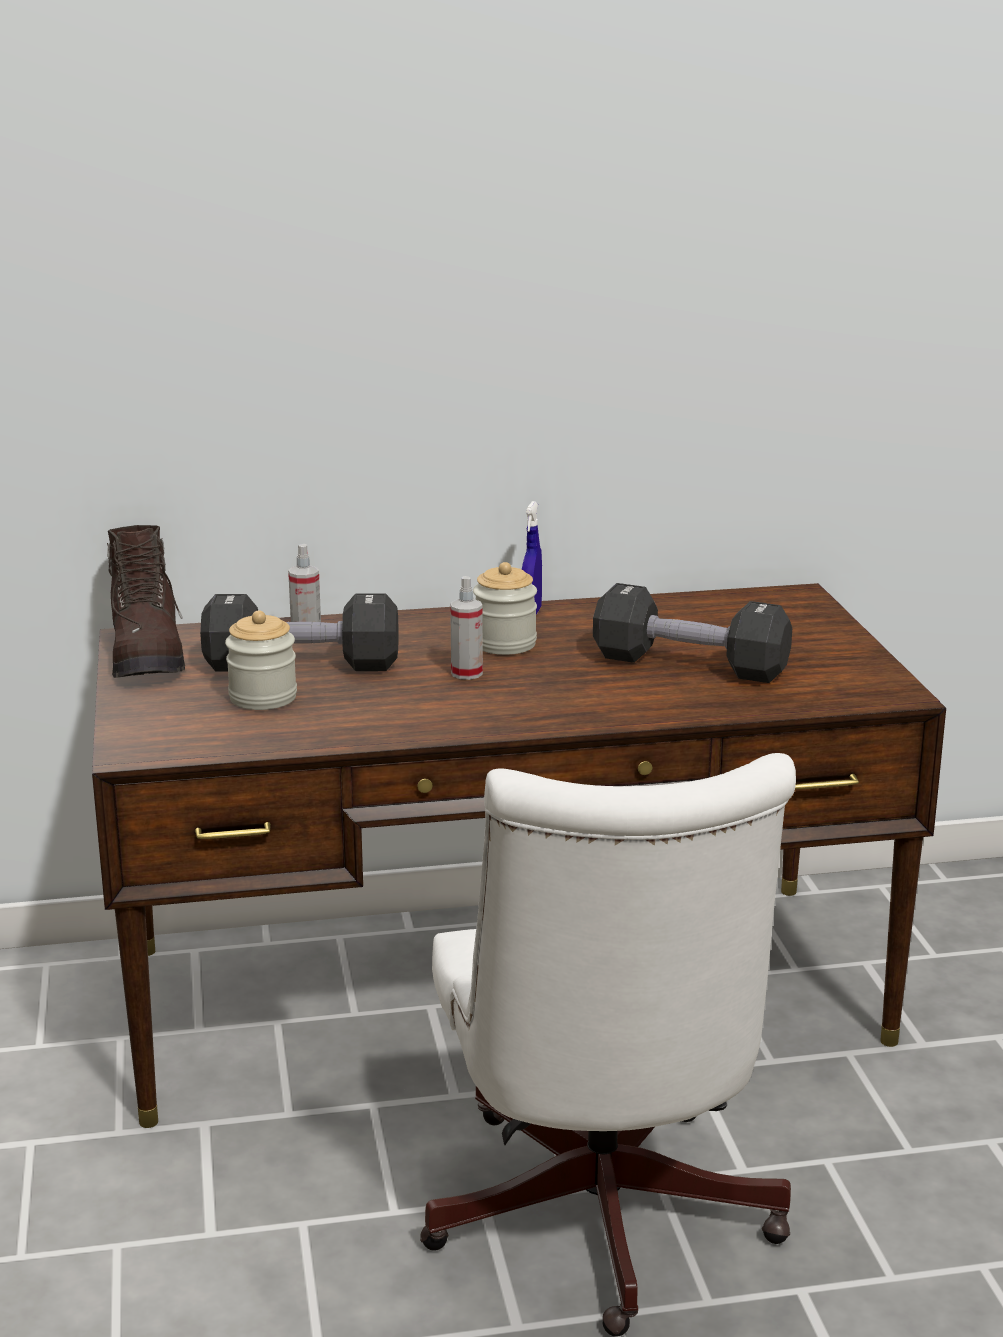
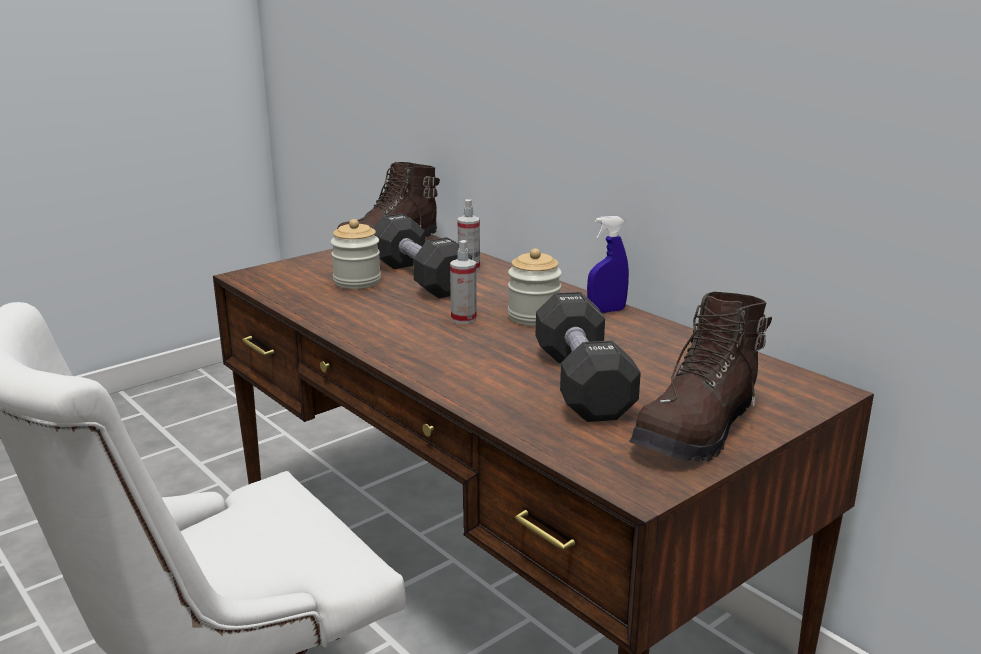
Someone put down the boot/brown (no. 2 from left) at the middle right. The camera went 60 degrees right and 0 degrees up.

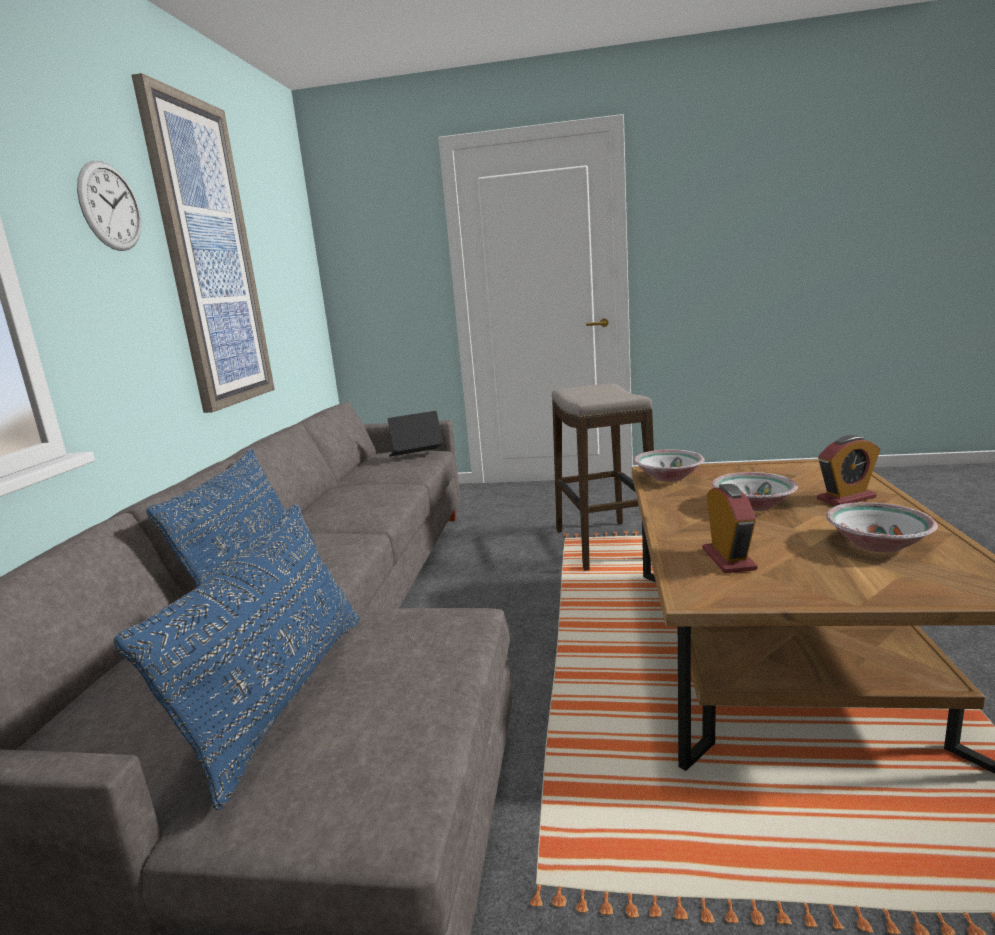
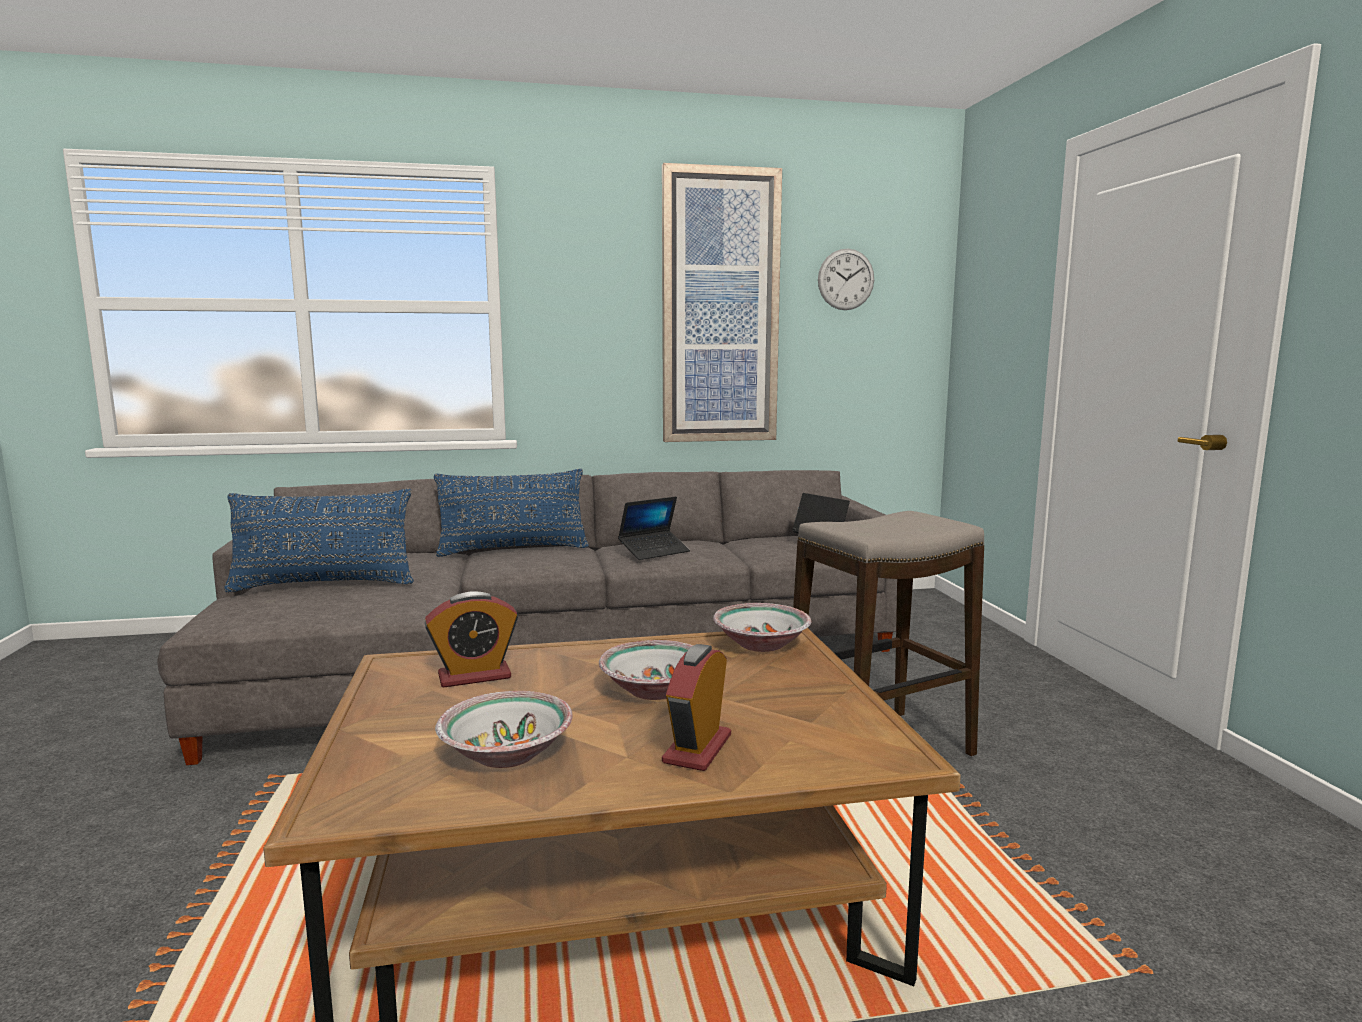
Someone carried the wall clock from the top left to the top centre. Someone rotated the alarm clock (no. 2 from left) at the middle right by 60 degrees clockwise. Someone put down the laptop (no. 1 from left) at the centre. The camera went 70 degrees right and 5 degrees down.

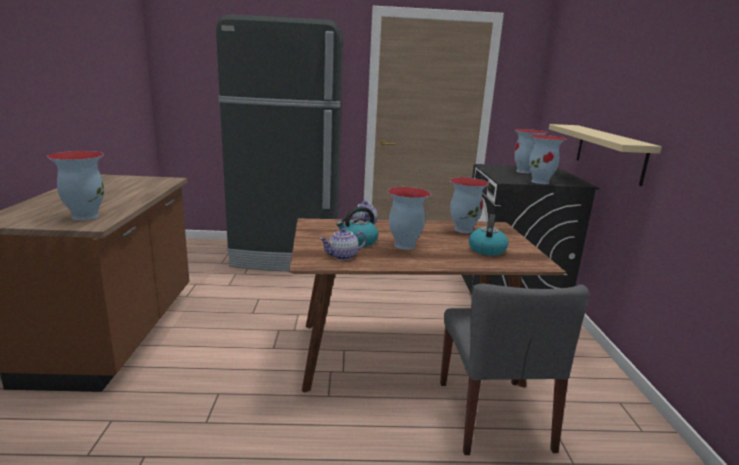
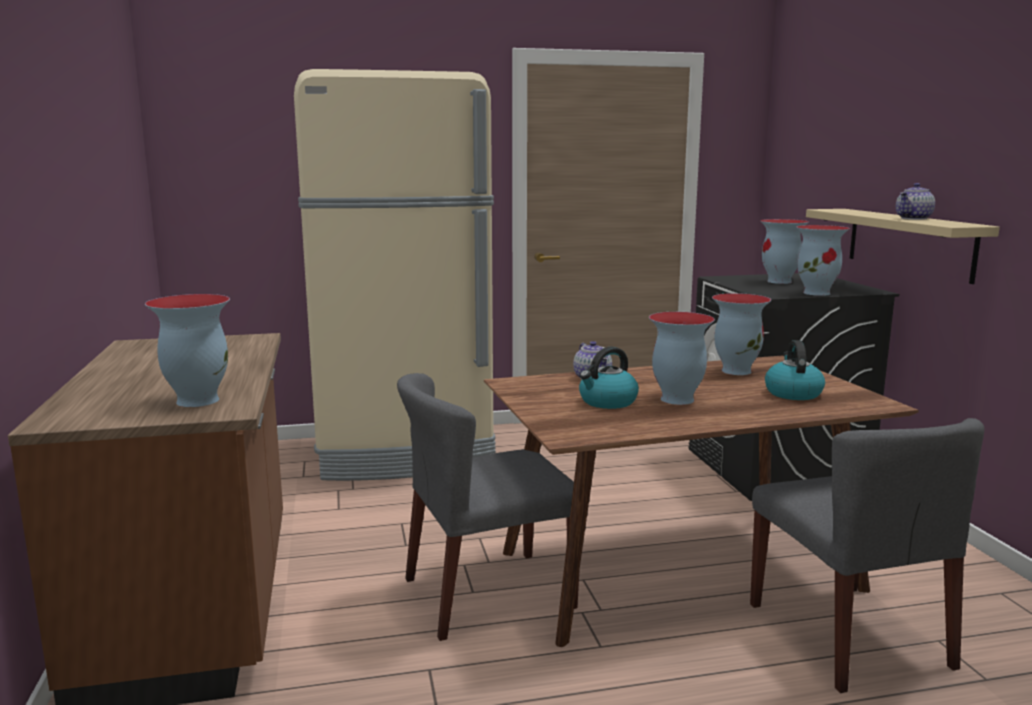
Someone repainted the fridge/black at the top centre, which became the fridge/beige at the centre. Someone carried the teapot (no. 1 from left in the first image) from the centre to the top right. Someone put down the chair/grey (no. 1 from left) at the bottom centre. The camera went 10 degrees left and 5 degrees down.

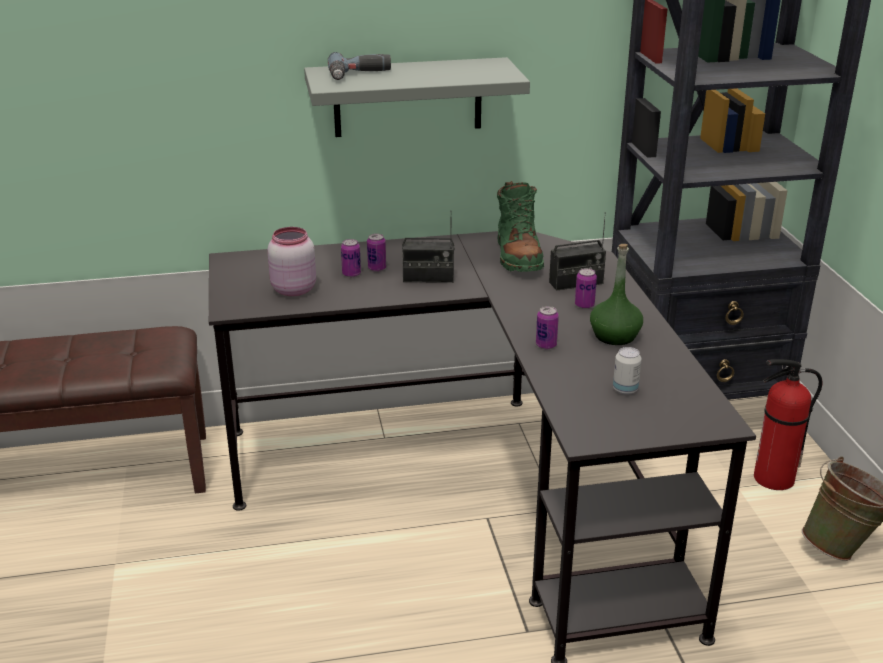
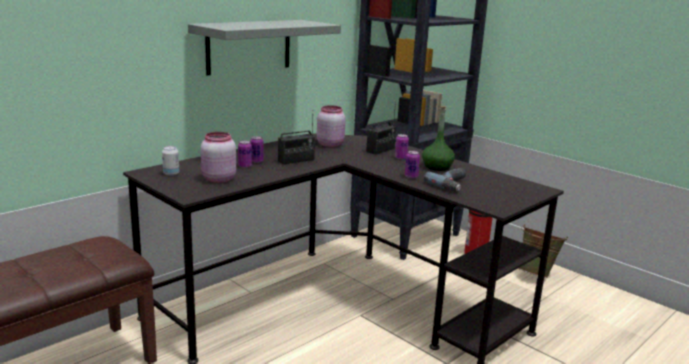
Someone carried the power drill from the top centre to the centre. Someone swapped the boot/green at the centre for the jar/pink (no. 2 from left) at the centre. Someone carried the can (no. 5 from left in the first image) from the middle right to the middle left. The camera went 35 degrees left and 10 degrees down.

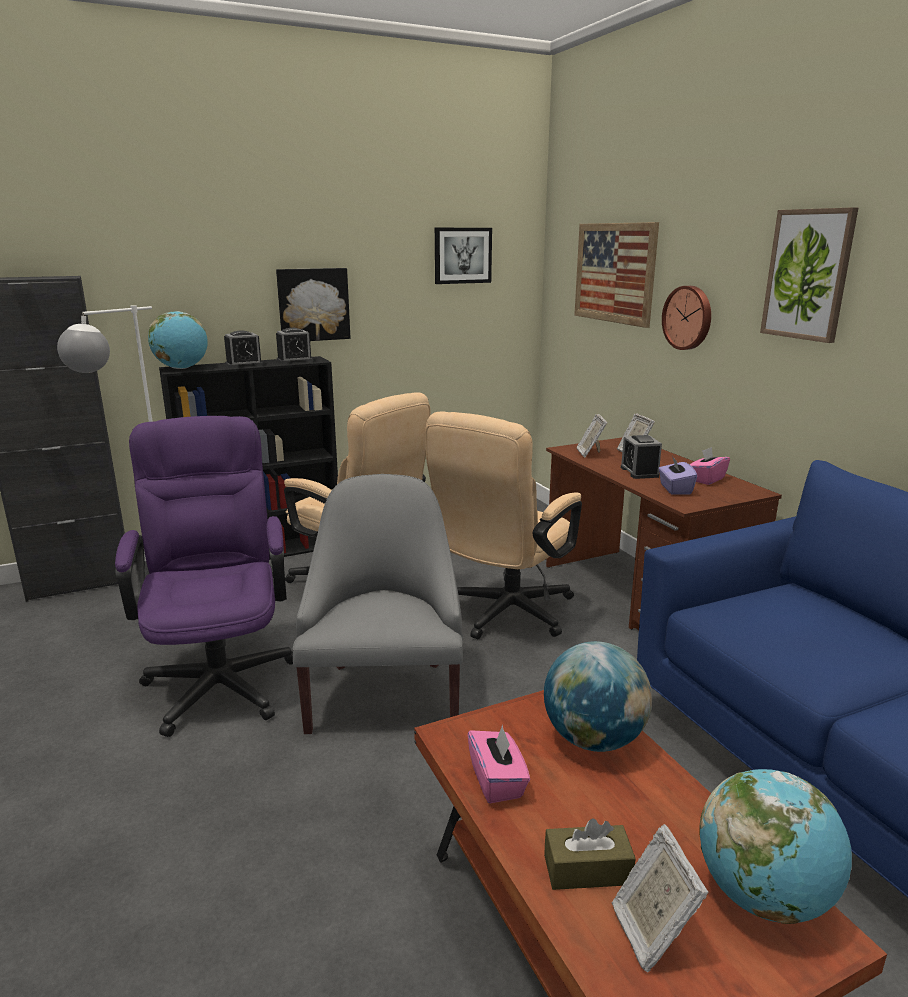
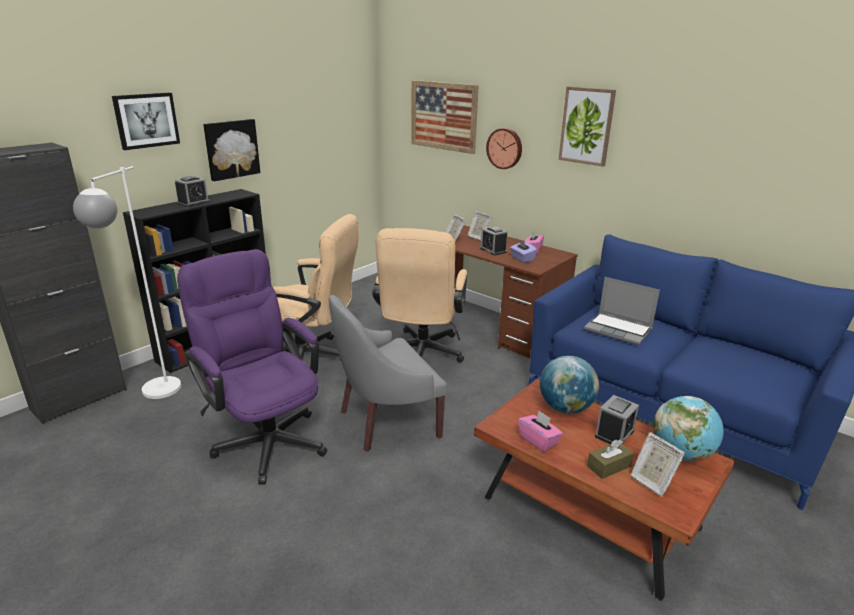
Someone took away the globe (no. 1 from left) at the middle left. Someone carried the alarm clock (no. 2 from left in the first image) from the middle left to the bottom right. Someone rotated the armchair/grey at the centre by 90 degrees counterclockwise. Someone carried the picture (no. 2 from left in the first image) from the top centre to the top left. Someone put down the laptop at the middle right. The camera went 25 degrees left and 5 degrees up.

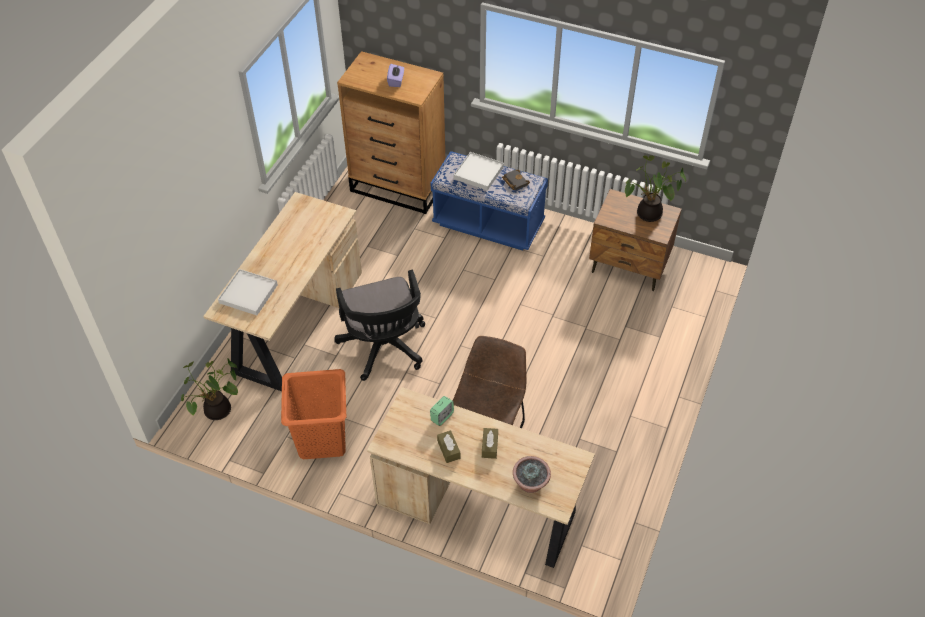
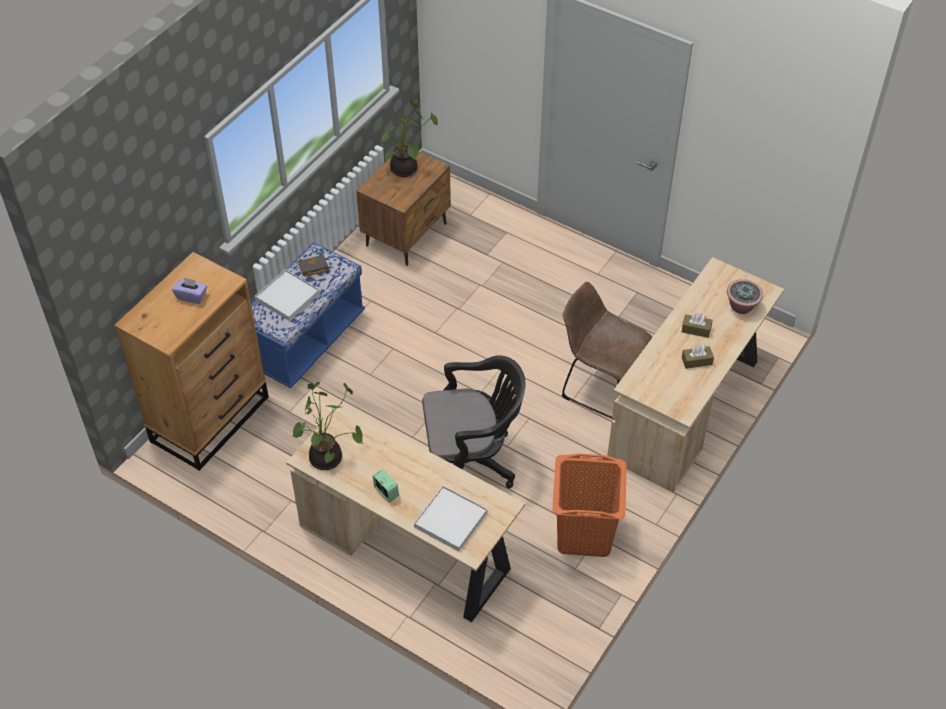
Someone carried the potted plant (no. 1 from left) from the middle left to the centre. Someone carried the alarm clock from the centre to the bottom centre. The camera went 80 degrees left and 0 degrees up.

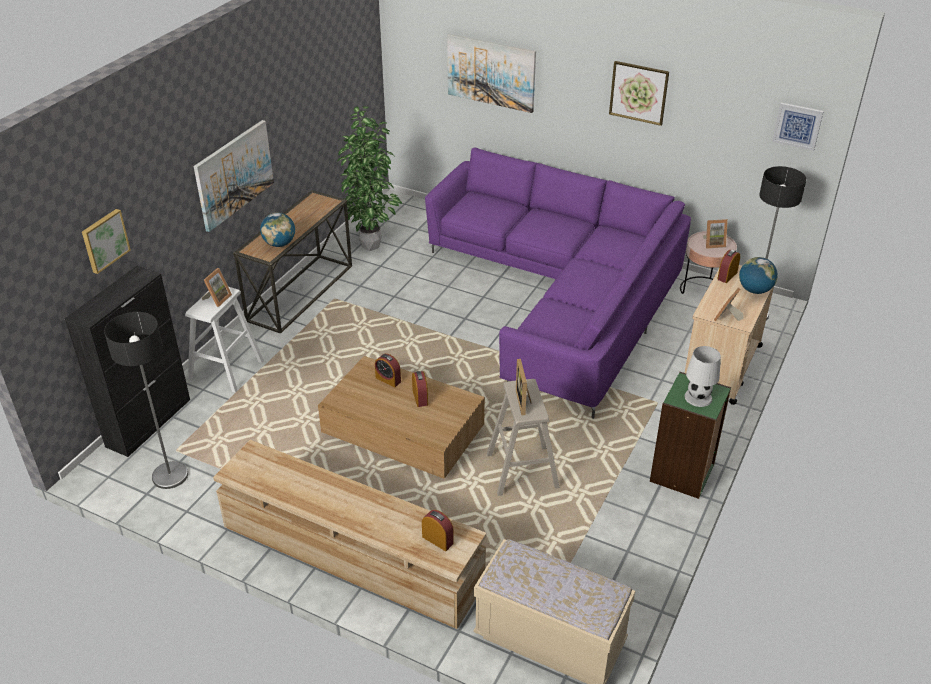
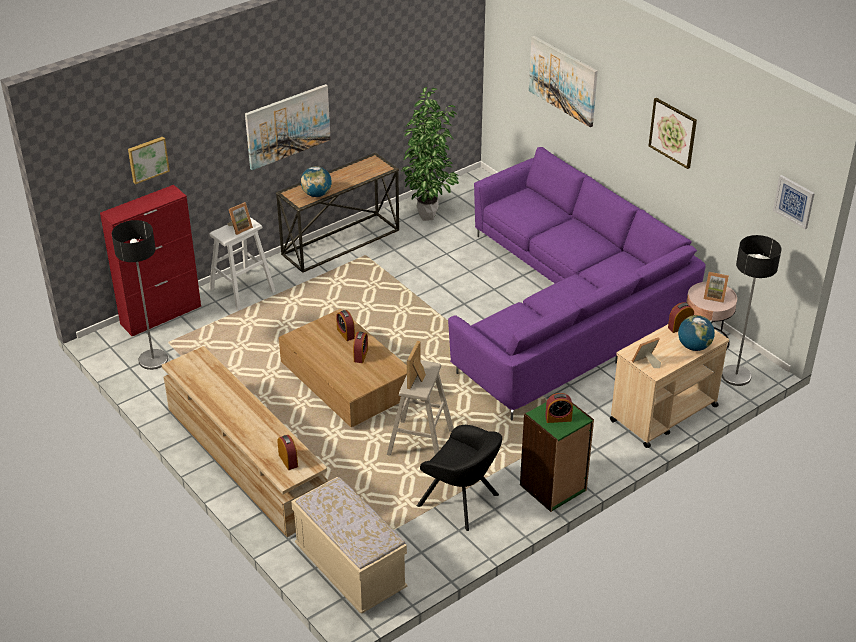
Someone repainted the cabinet/black at the middle left, which became the cabinet/red at the middle left. Someone swapped the table lamp/white at the middle right for the alarm clock (no. 4 from left) at the centre. Someone put down the armchair/black at the bottom centre. The camera went 25 degrees right and 0 degrees up.

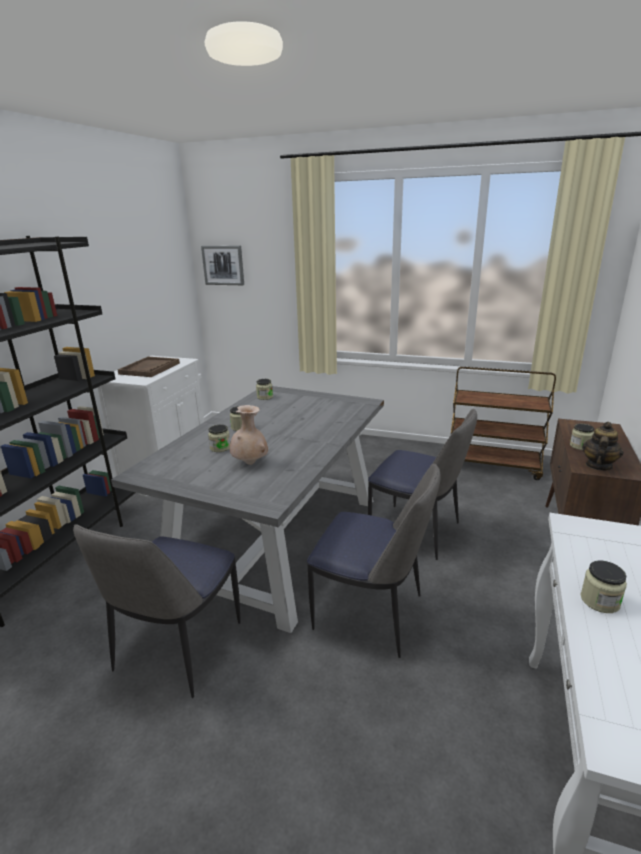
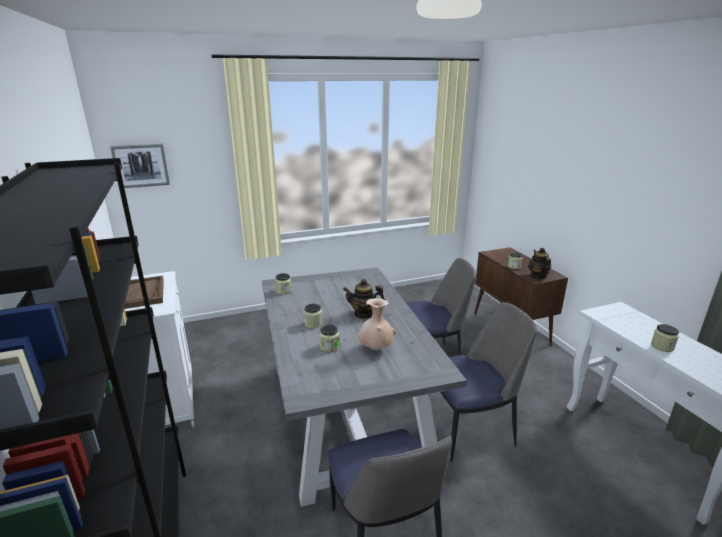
Someone took away the cart/brown at the middle right. Someone put down the teapot (no. 1 from left) at the centre. The camera went 40 degrees left and 0 degrees up.

